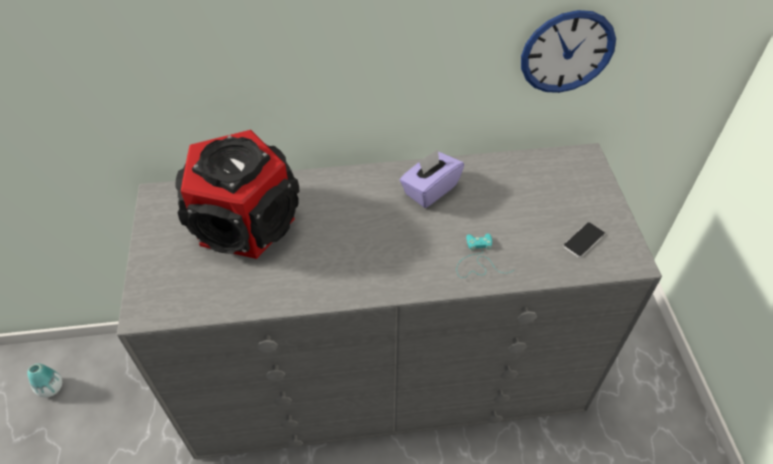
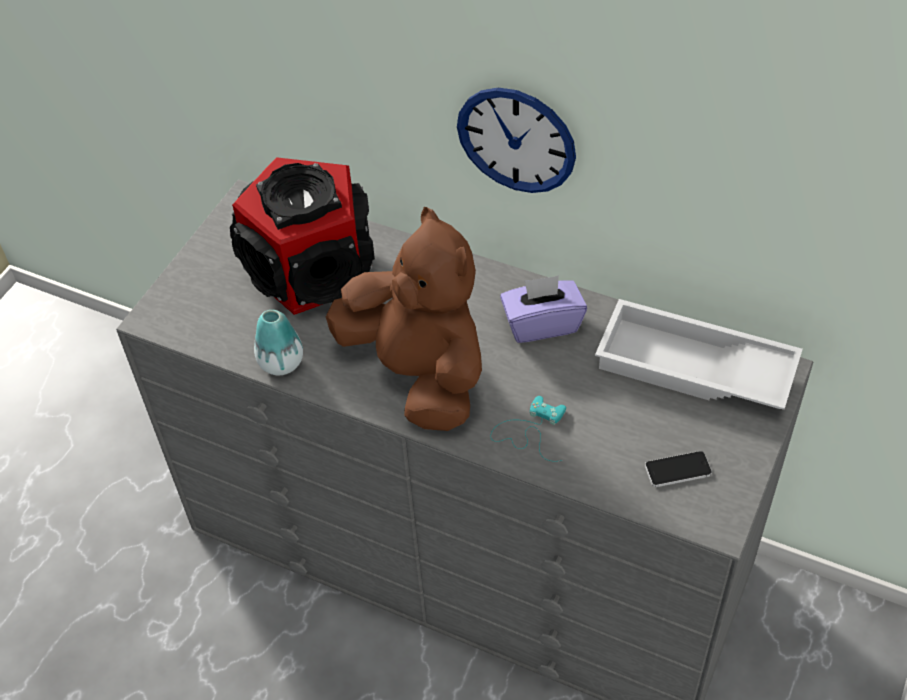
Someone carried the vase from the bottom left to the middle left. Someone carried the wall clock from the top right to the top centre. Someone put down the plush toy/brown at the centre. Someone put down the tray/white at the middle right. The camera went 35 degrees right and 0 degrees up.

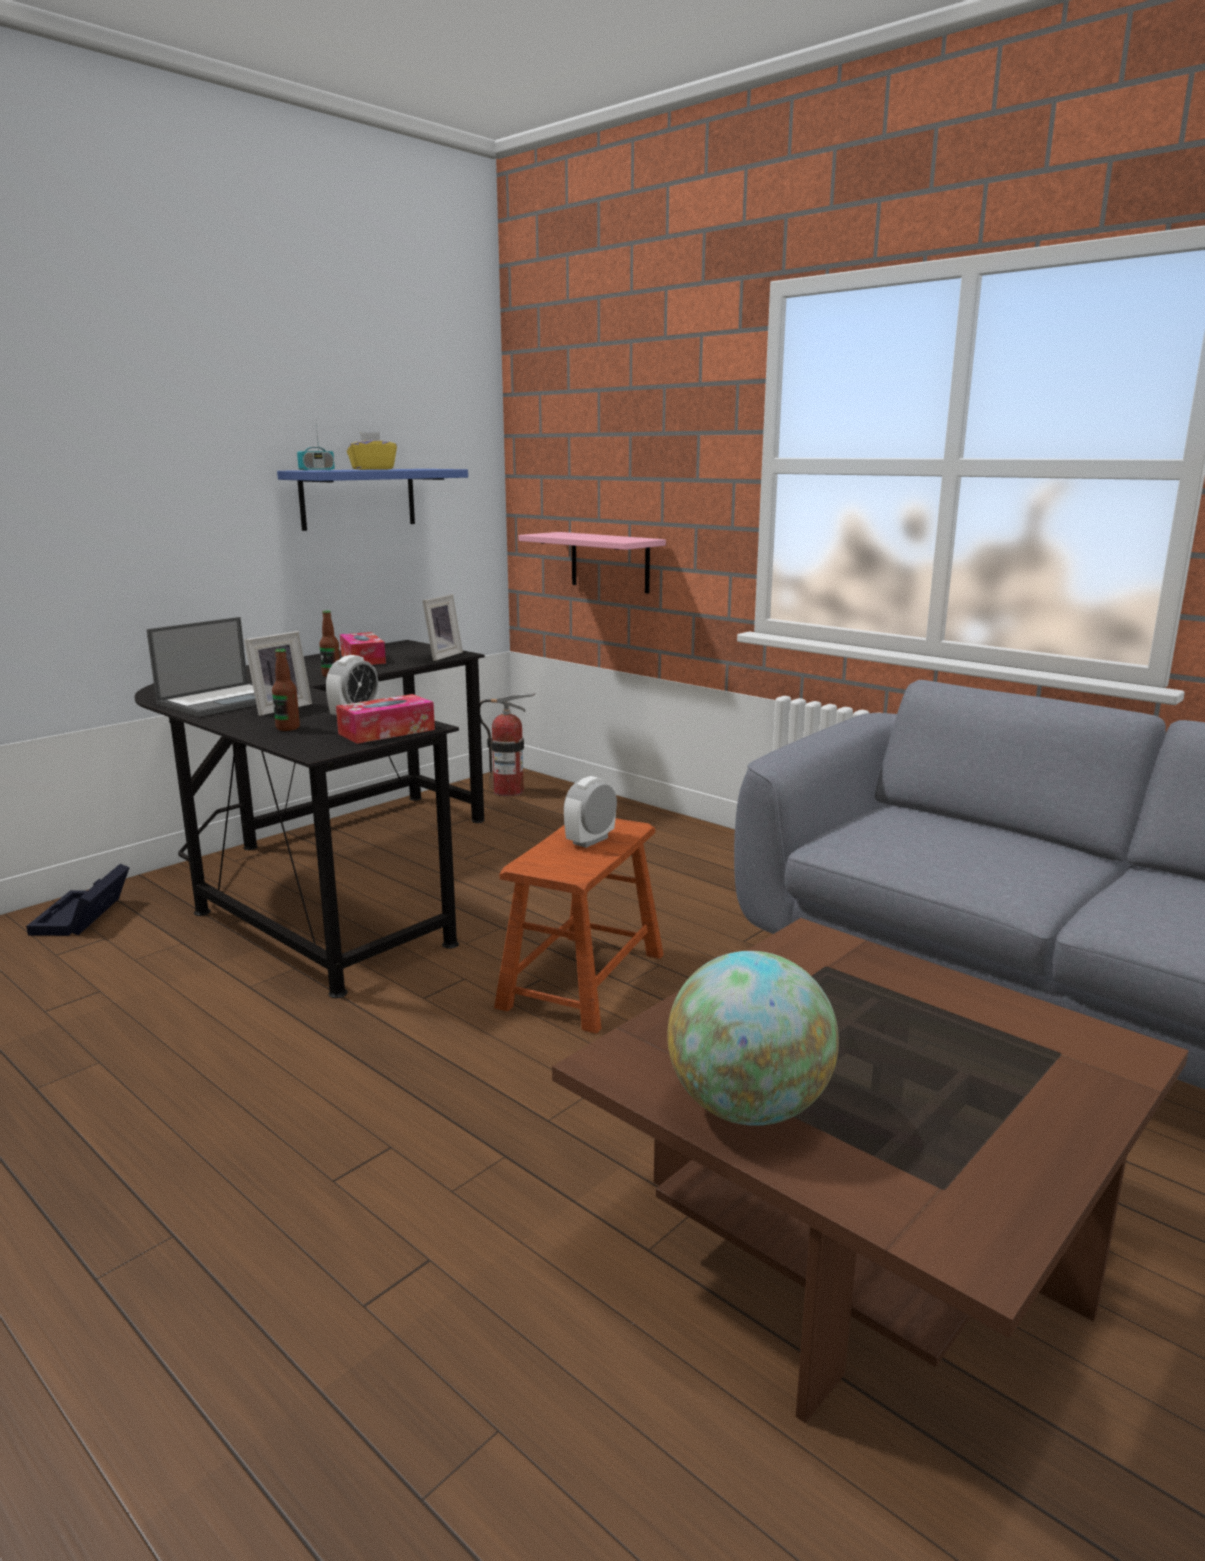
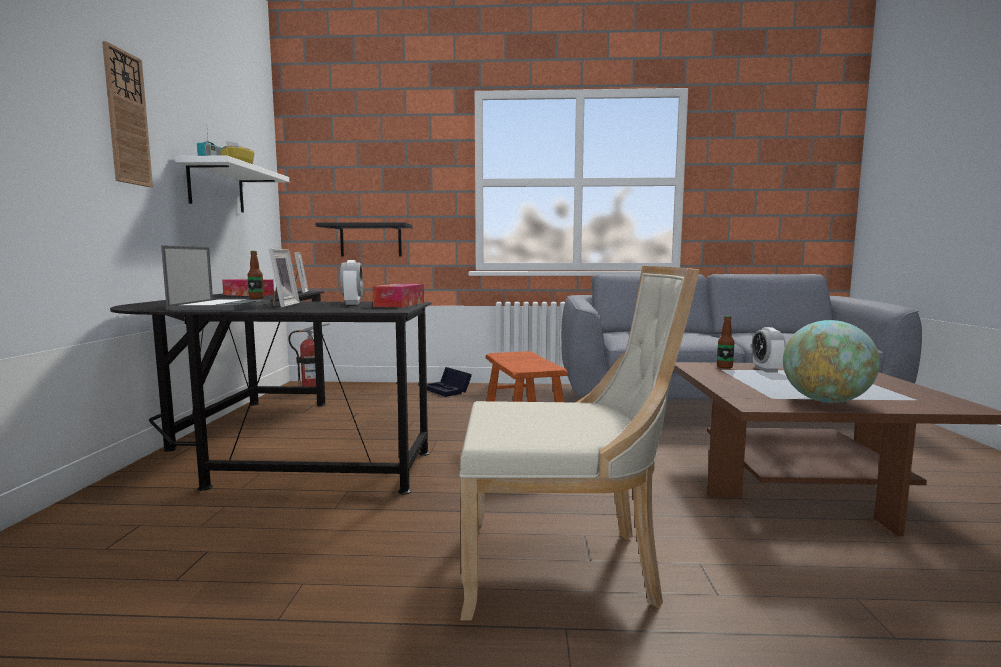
Someone carried the storage box/black from the middle left to the centre. Someone carried the bottle (no. 1 from left in the first image) from the middle left to the middle right. Someone repainted the shelf/blue at the top left, which became the shelf/white at the top left. Someone repainted the shelf/pink at the centre, which became the shelf/black at the centre. Someone carried the alarm clock (no. 2 from left) from the centre to the middle right. Someone put up the wall clock at the top left. Someone put down the chair/beige at the centre. The camera went 40 degrees left and 10 degrees down.

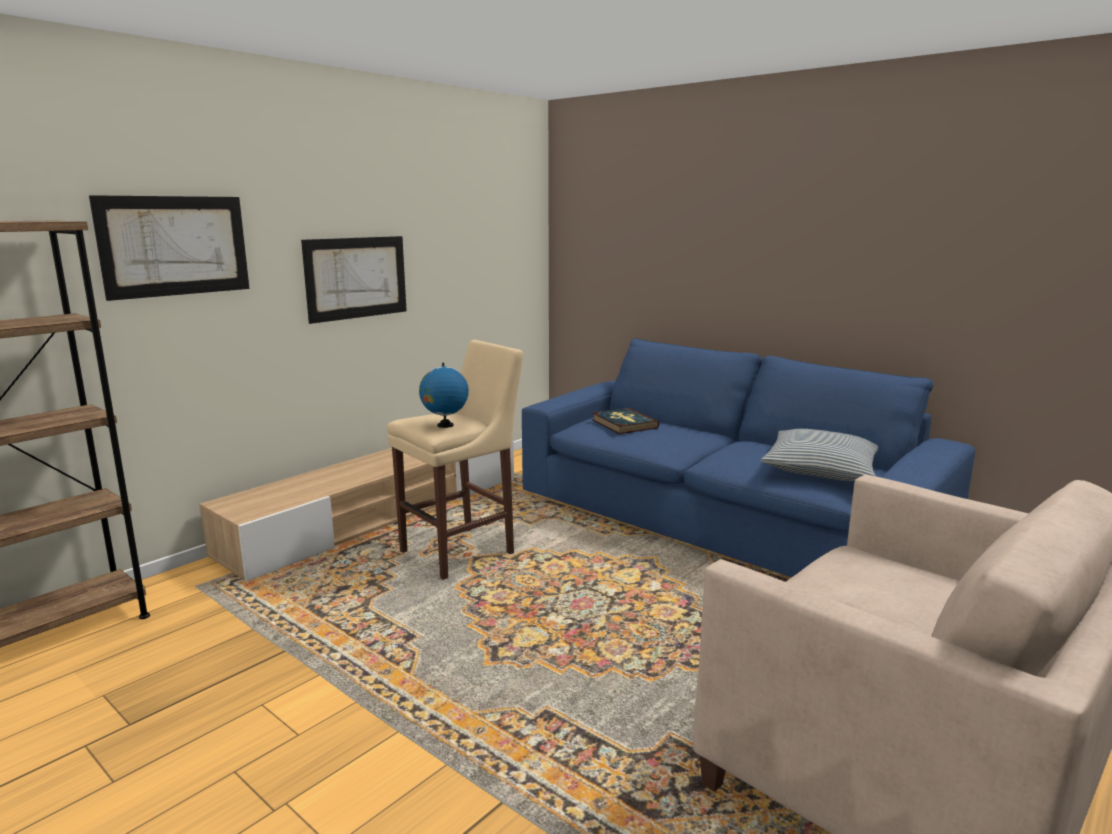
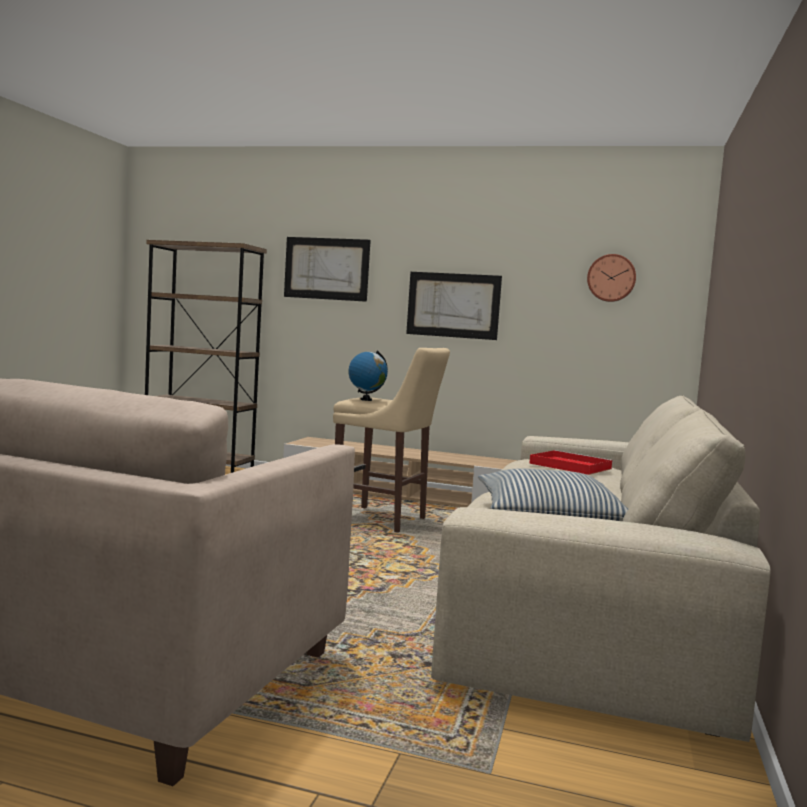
Someone repainted the sofa/blue at the middle right, which became the sofa/beige at the bottom right. Someone swapped the book at the centre for the tray/red at the middle right. Someone put up the wall clock at the middle right. The camera went 65 degrees right and 10 degrees down.

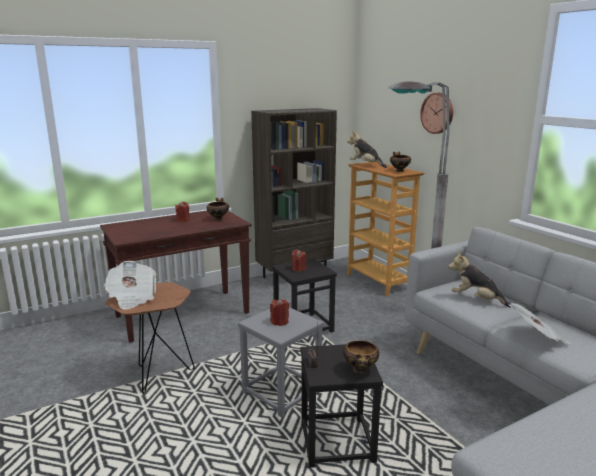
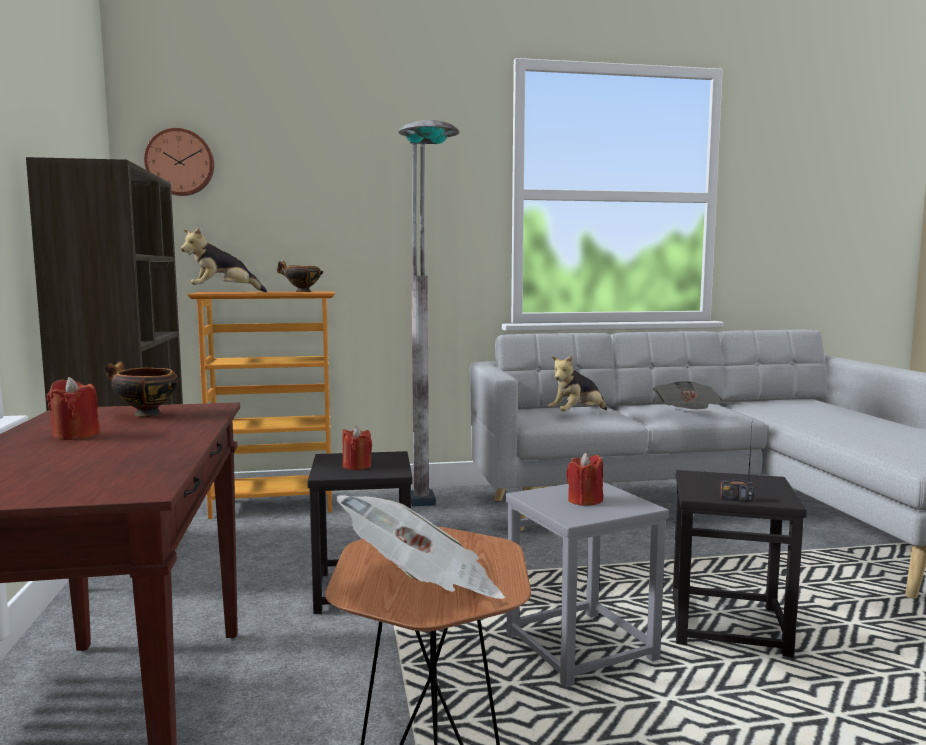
Someone took away the bowl (no. 2 from left) at the bottom centre. Someone carried the wall clock from the top right to the top left. The camera went 70 degrees left and 10 degrees down.

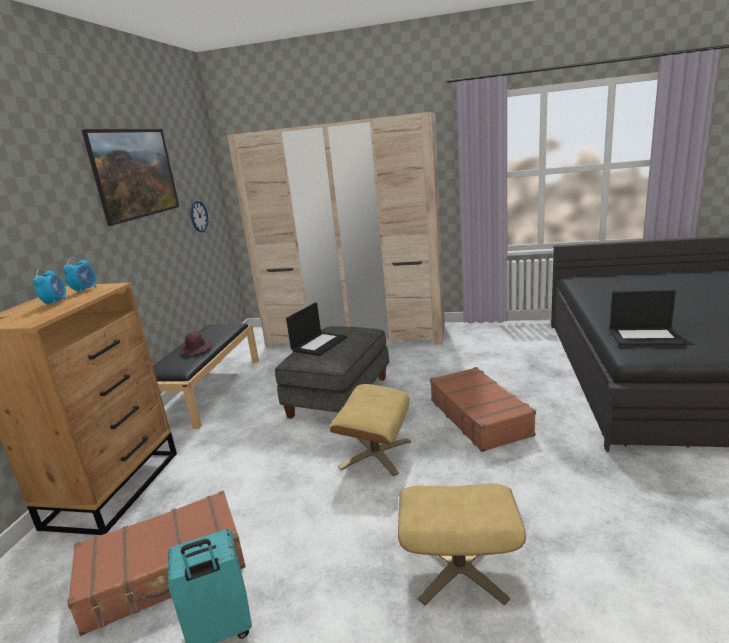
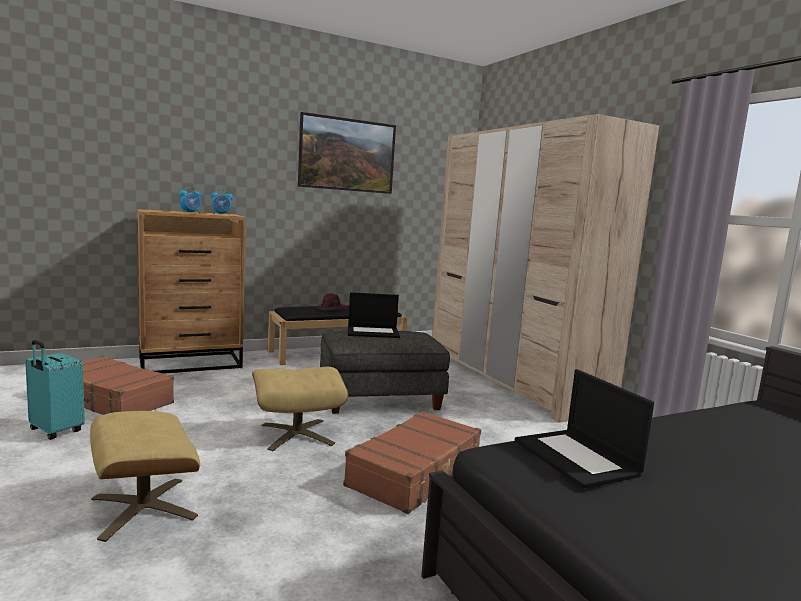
Someone took away the wall clock at the middle left. The camera went 50 degrees right and 10 degrees down.

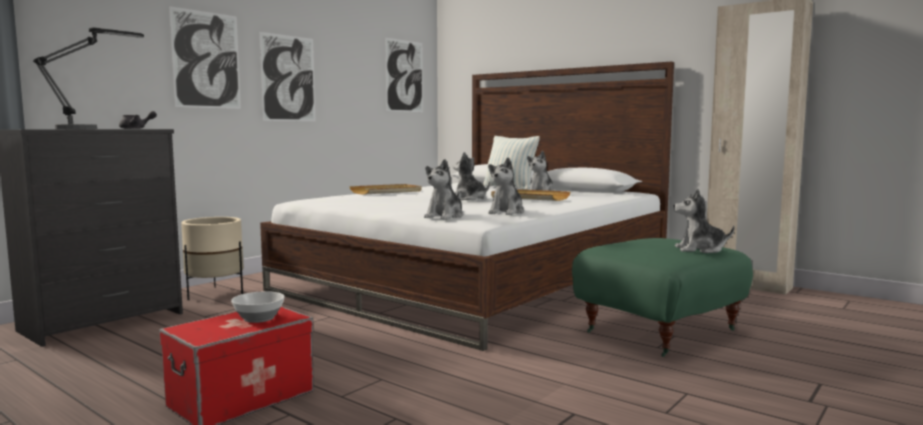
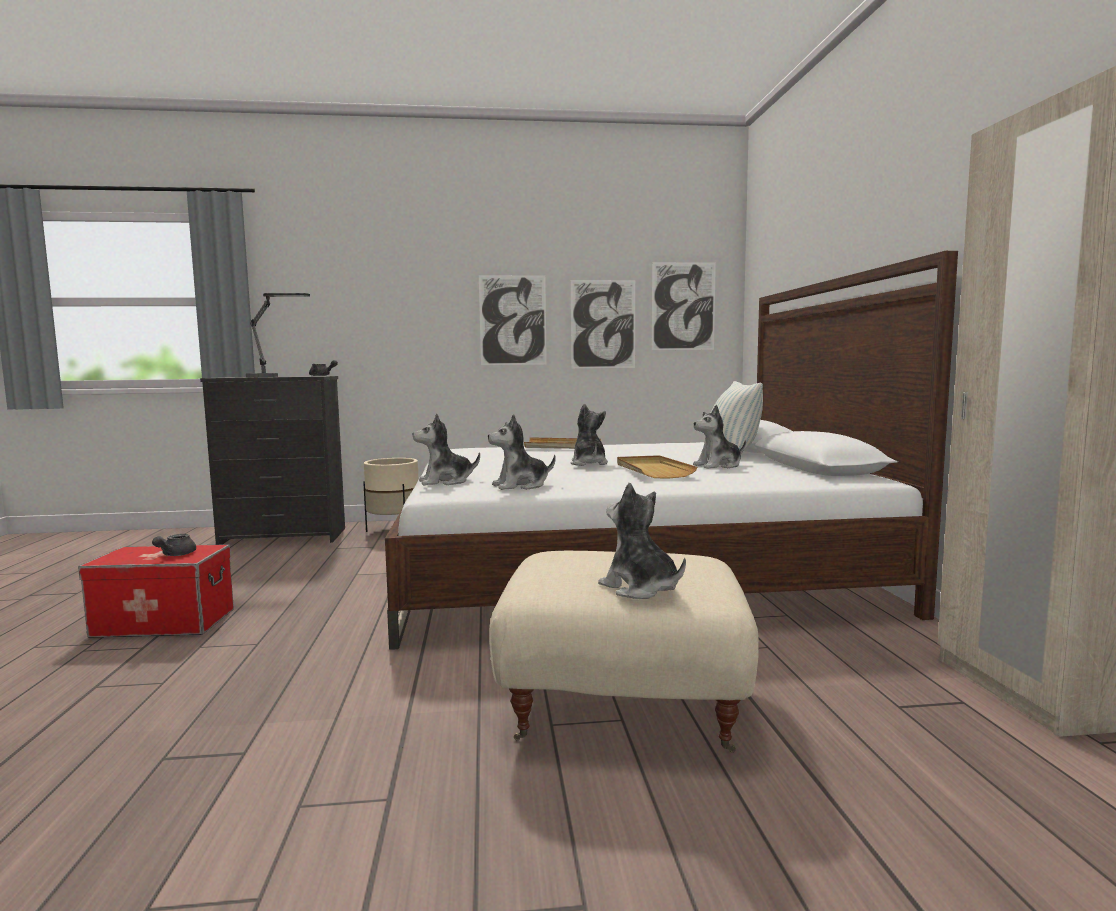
Someone carried the picture (no. 1 from left in the first image) from the top left to the centre. Someone swapped the bowl at the bottom left for the teapot/grey (no. 1 from left) at the middle left. Someone repainted the ottoman/green at the bottom right, which became the ottoman/beige at the bottom centre. The camera went 45 degrees right and 0 degrees up.

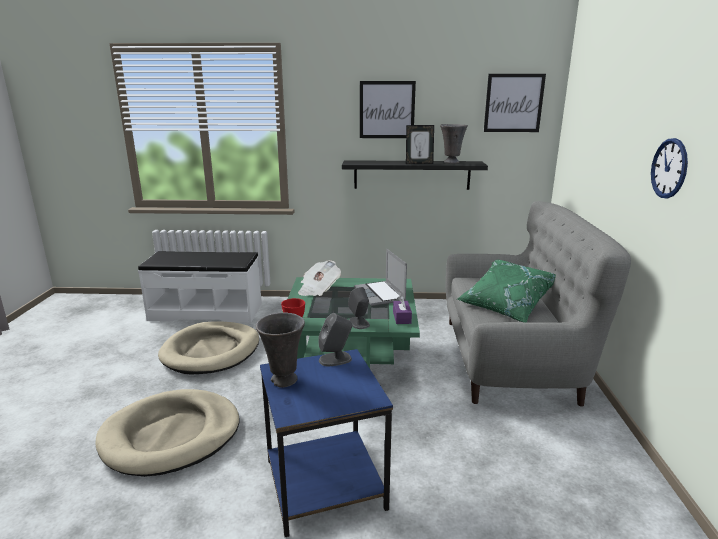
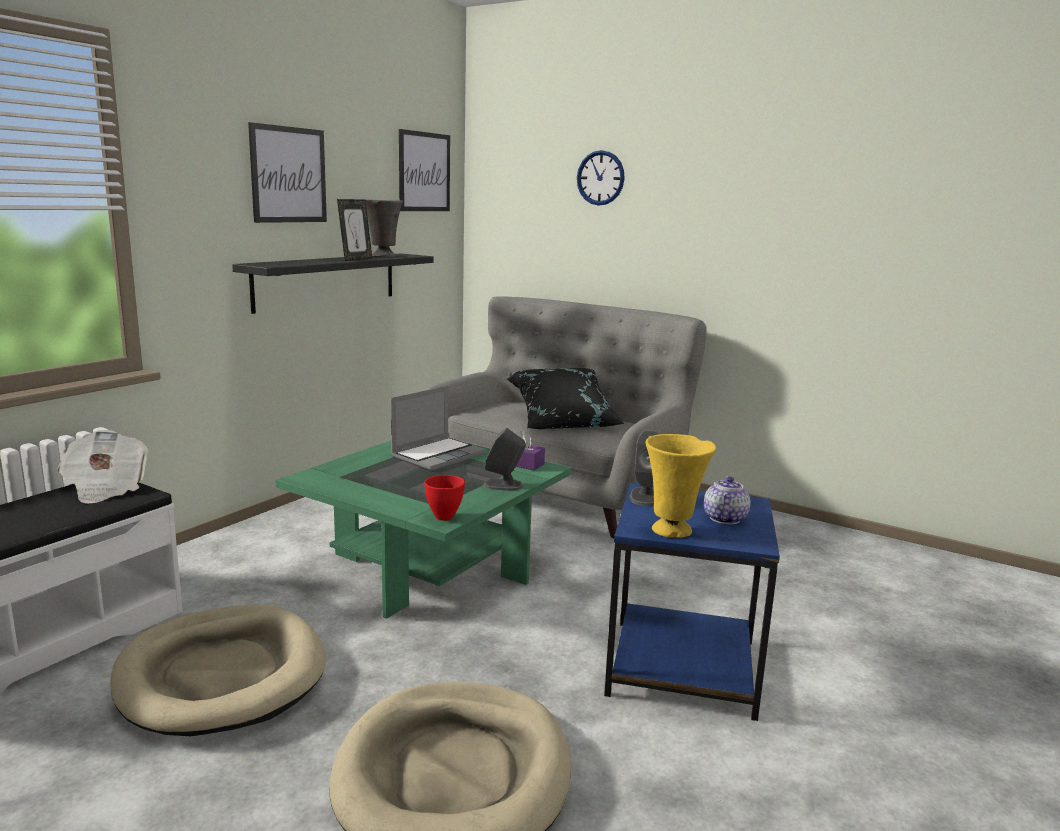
Someone repainted the vase/grey (no. 1 from left) at the centre, which became the vase/yellow at the centre. Someone carried the newspaper from the centre to the middle left. Someone rotated the laptop at the centre by 60 degrees counterclockwise. Someone repainted the pillow/green at the middle right, which became the pillow/black at the centre. Someone carried the wall clock from the top right to the top centre. Someone put down the teapot at the middle right. The camera went 60 degrees left and 5 degrees down.

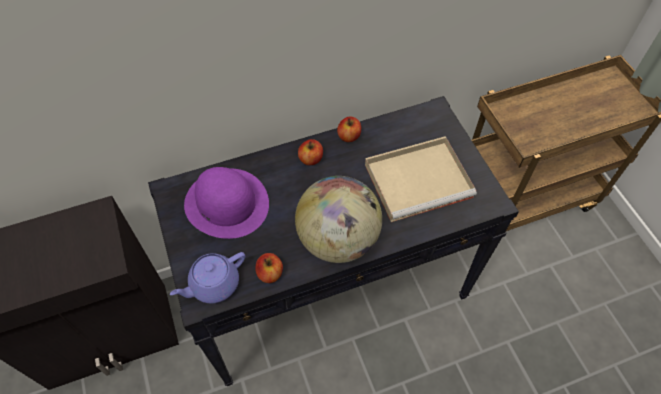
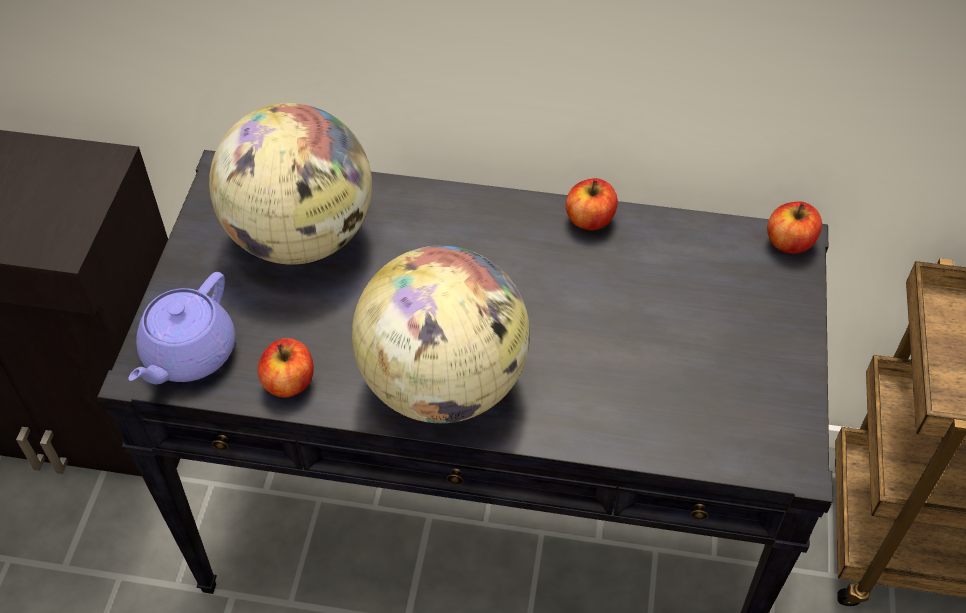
Someone rotated the teapot/purple at the bottom left by 60 degrees counterclockwise. Someone swapped the hat/purple at the centre for the globe (no. 1 from left) at the top left. Someone carried the apple (no. 2 from left in the first image) from the centre to the middle right. Someone took away the tray/beige at the centre. The camera went 30 degrees right and 5 degrees down.

